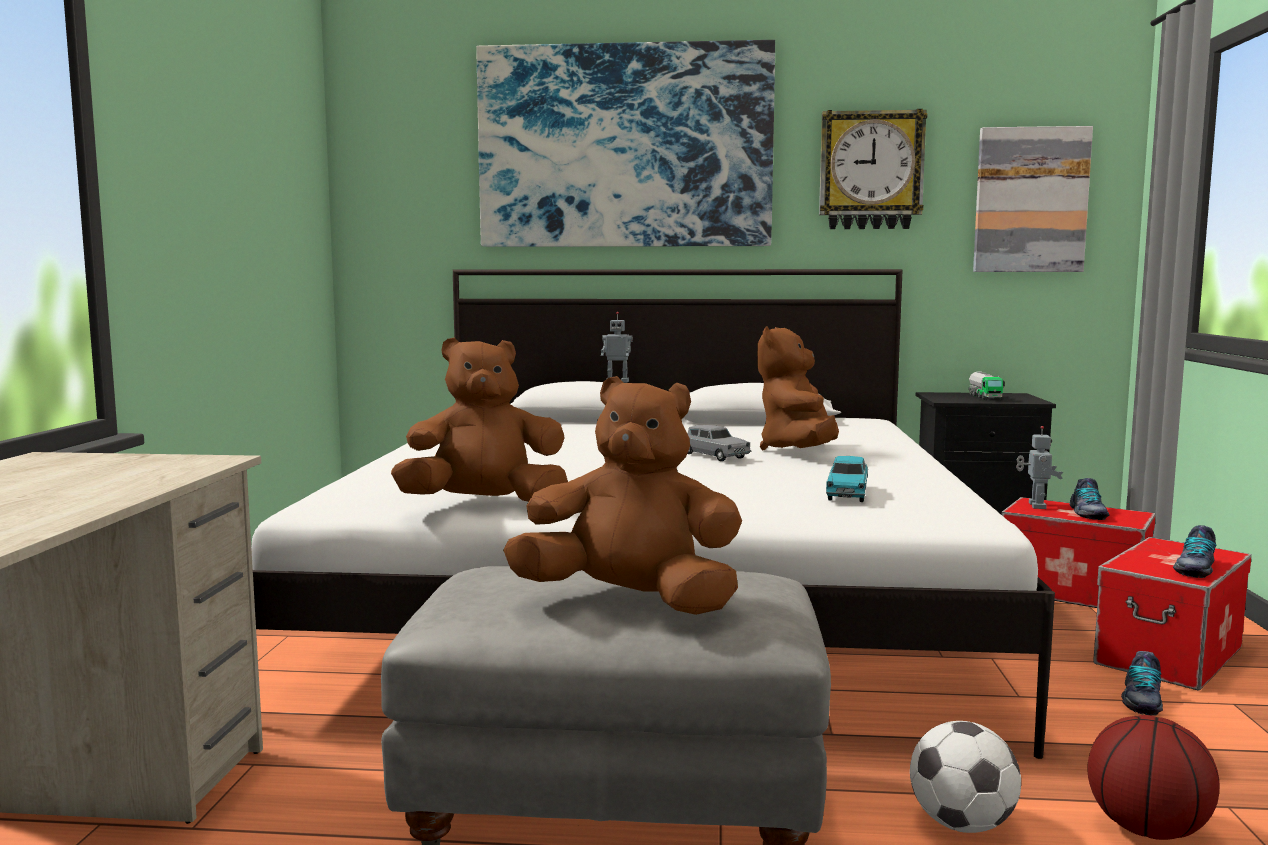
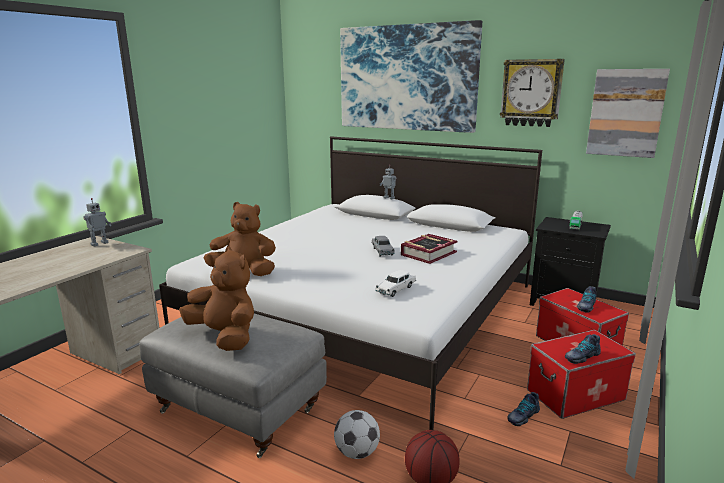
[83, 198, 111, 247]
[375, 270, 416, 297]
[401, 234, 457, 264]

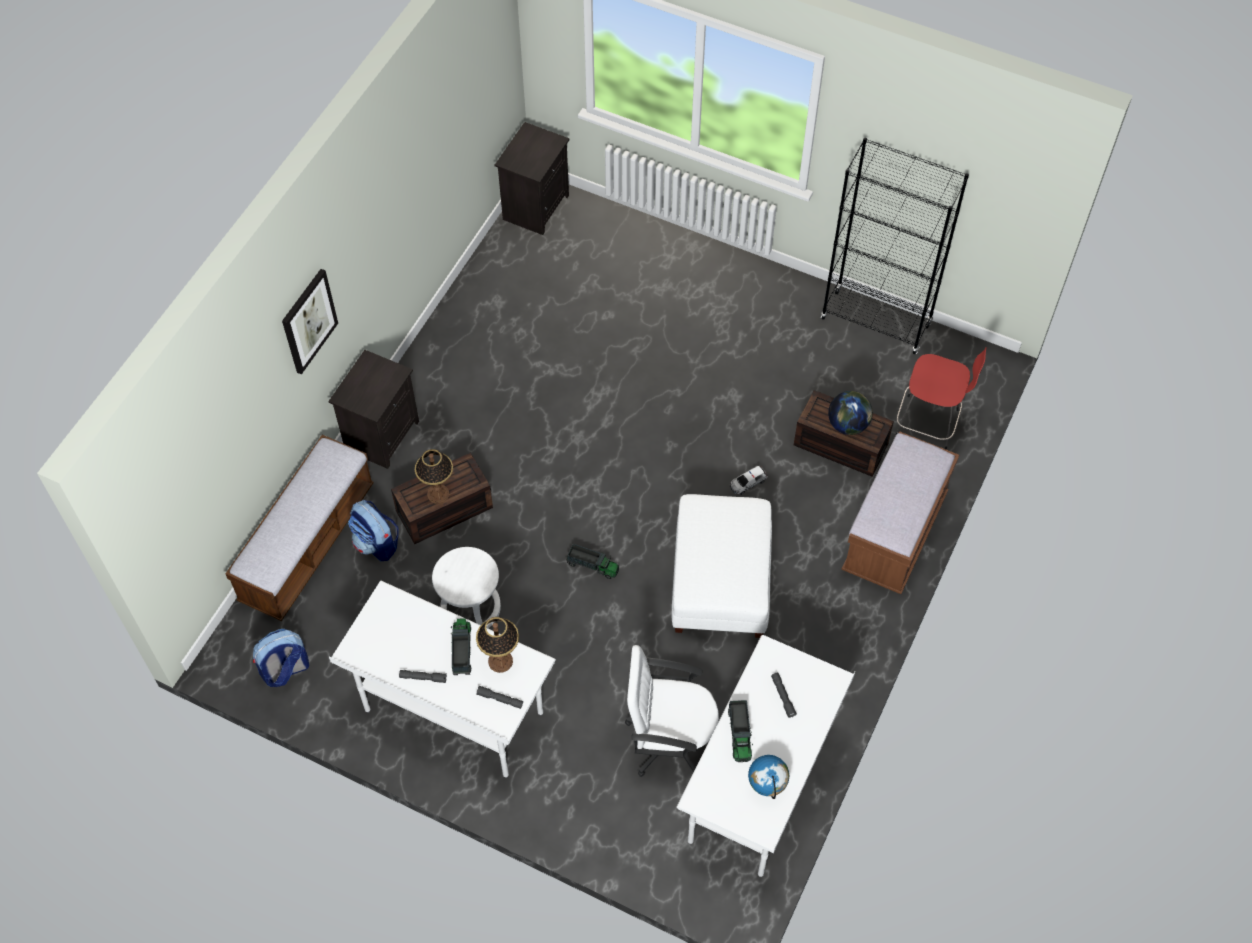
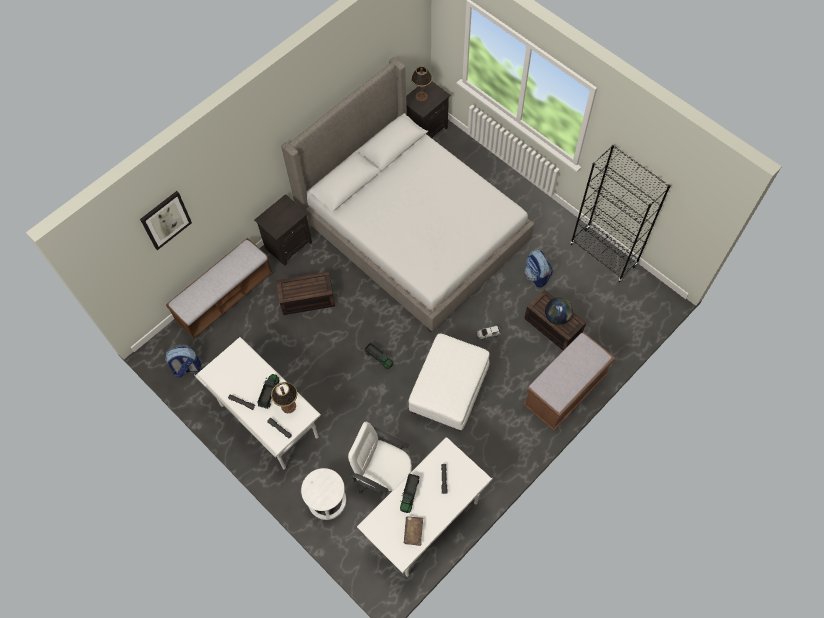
[140, 191, 192, 250]
[281, 57, 534, 332]
[301, 468, 346, 520]
[404, 516, 423, 546]
[411, 66, 432, 102]
[524, 250, 553, 288]
[895, 347, 987, 450] (first image)

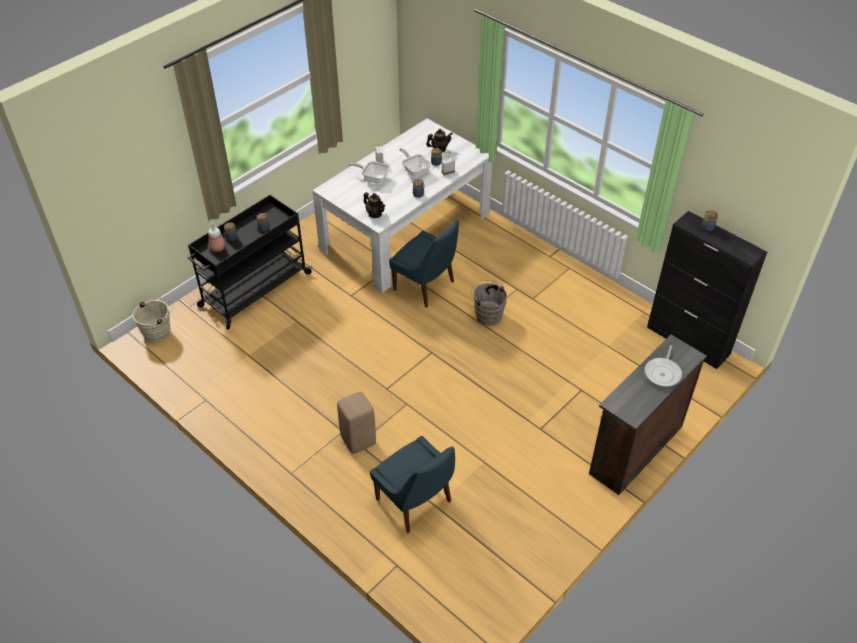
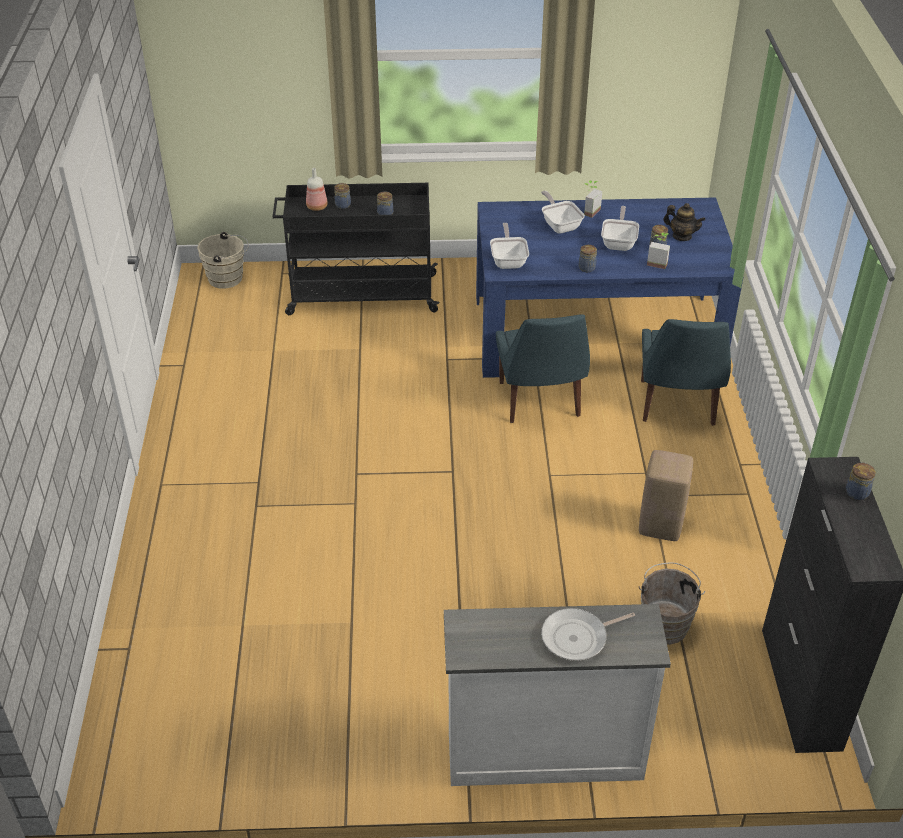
[444, 604, 671, 786]
[476, 197, 744, 378]
[490, 223, 529, 269]
[639, 450, 693, 541]
[639, 562, 705, 645]
[641, 319, 731, 426]

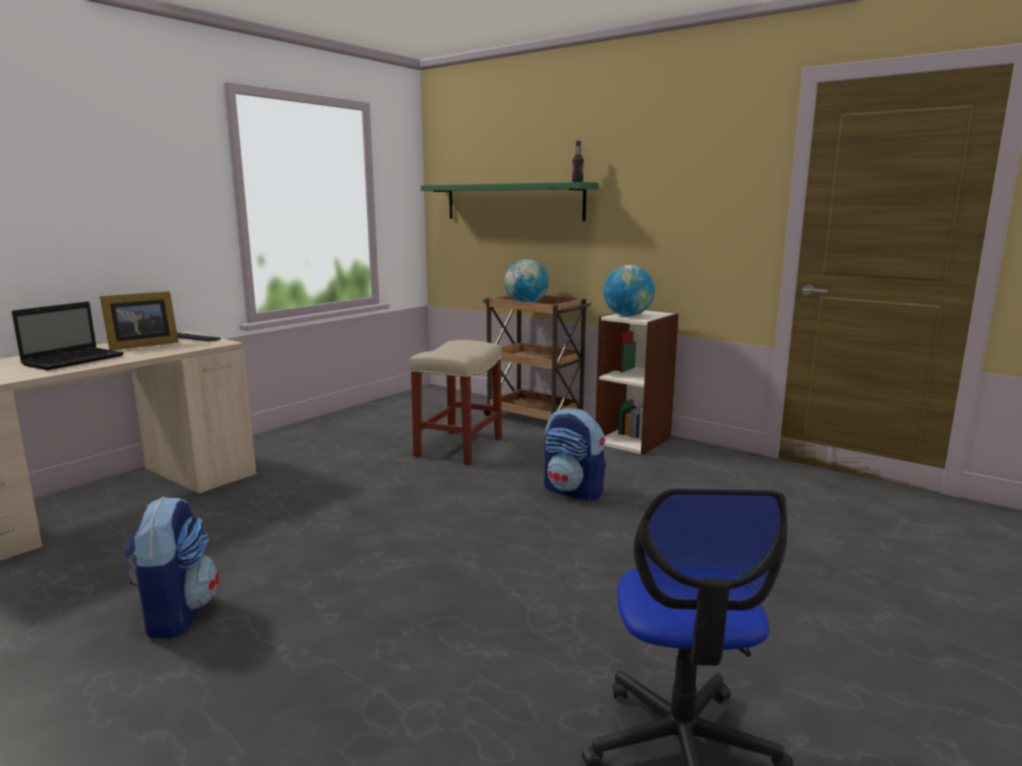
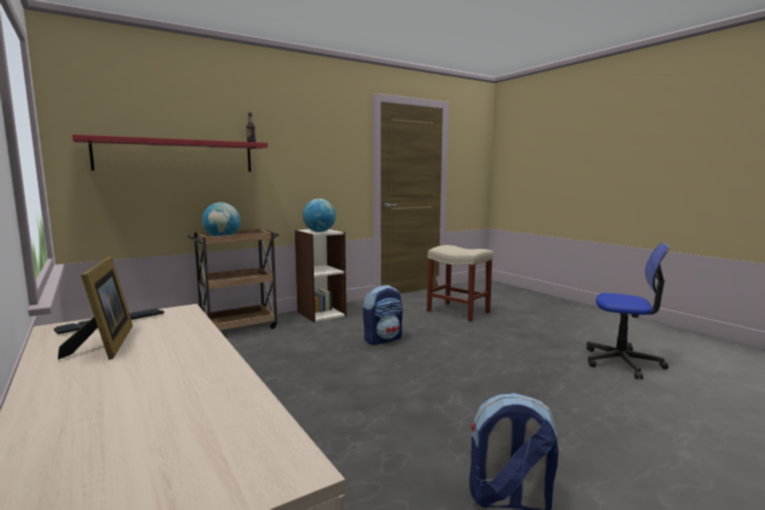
[72, 134, 268, 172]
[427, 245, 493, 322]
[12, 301, 124, 370] (first image)

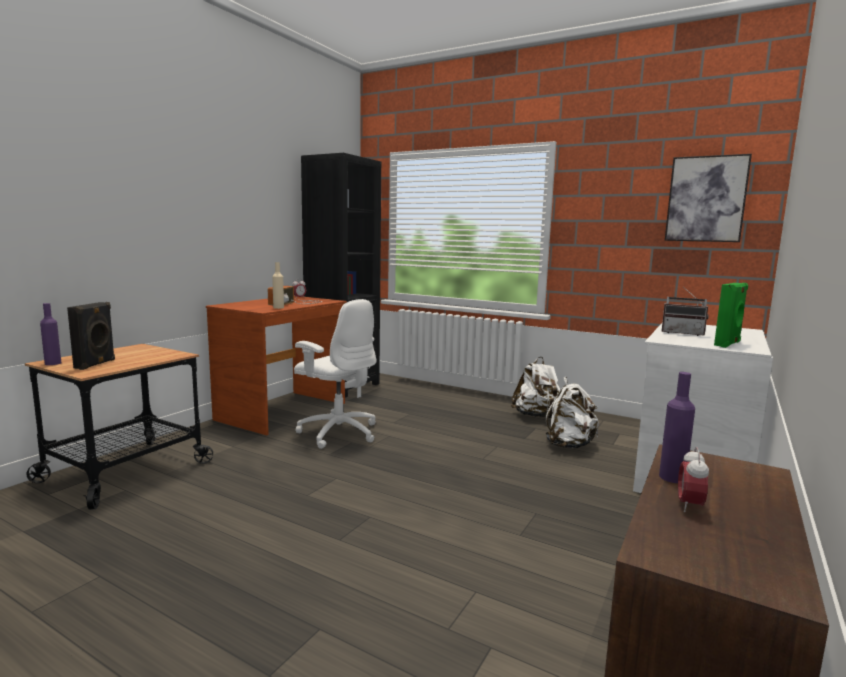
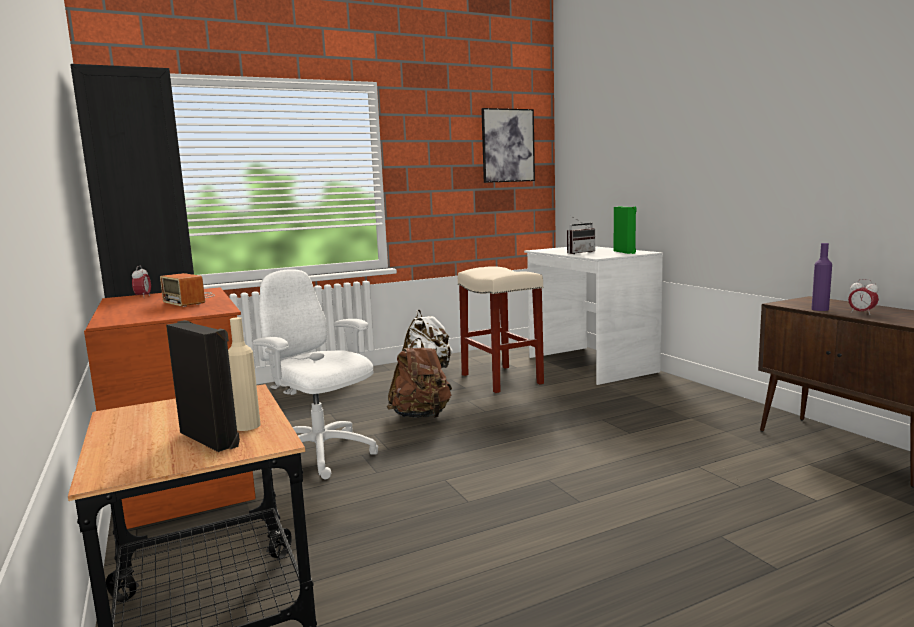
[228, 317, 261, 431]
[253, 269, 378, 479]
[387, 338, 452, 418]
[458, 266, 544, 393]
[40, 303, 61, 365] (first image)

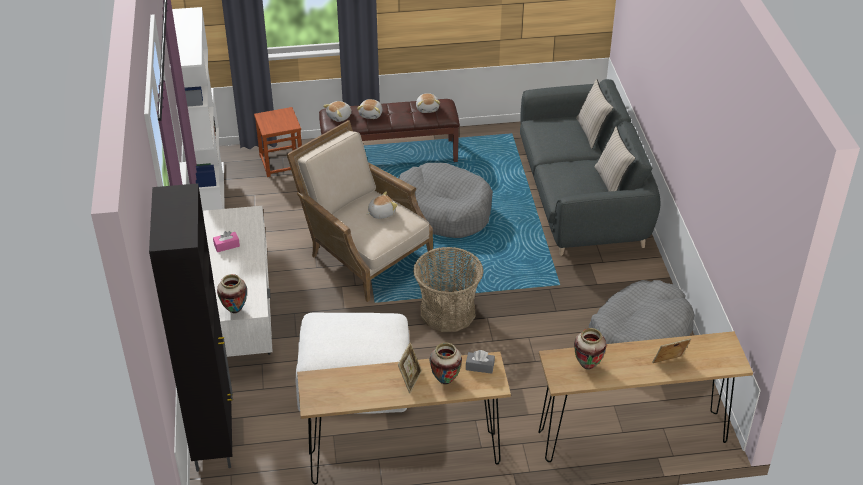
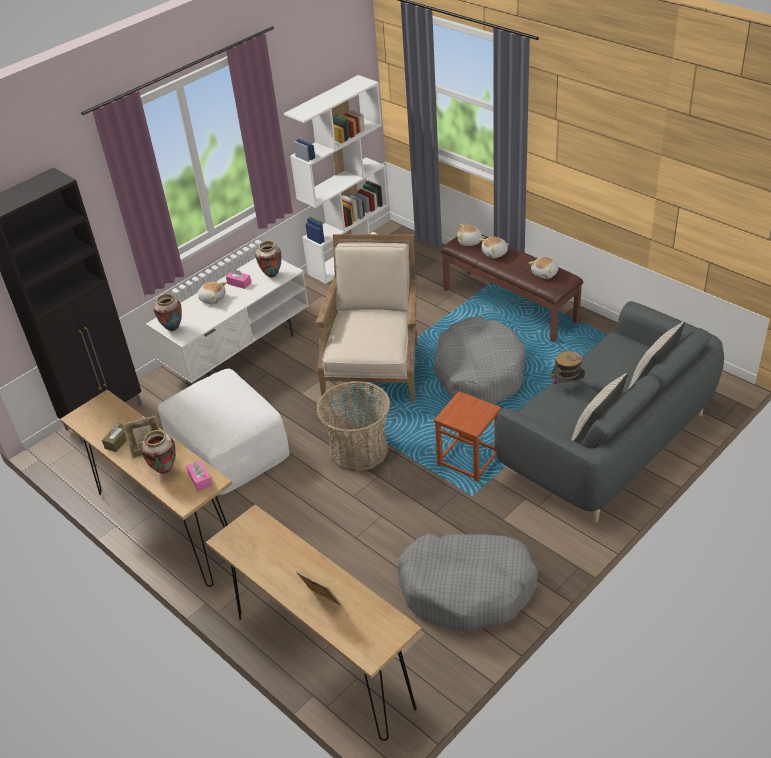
[102, 423, 127, 452]
[186, 460, 212, 492]
[197, 282, 227, 304]
[256, 241, 282, 278]
[434, 391, 501, 482]
[550, 351, 585, 392]

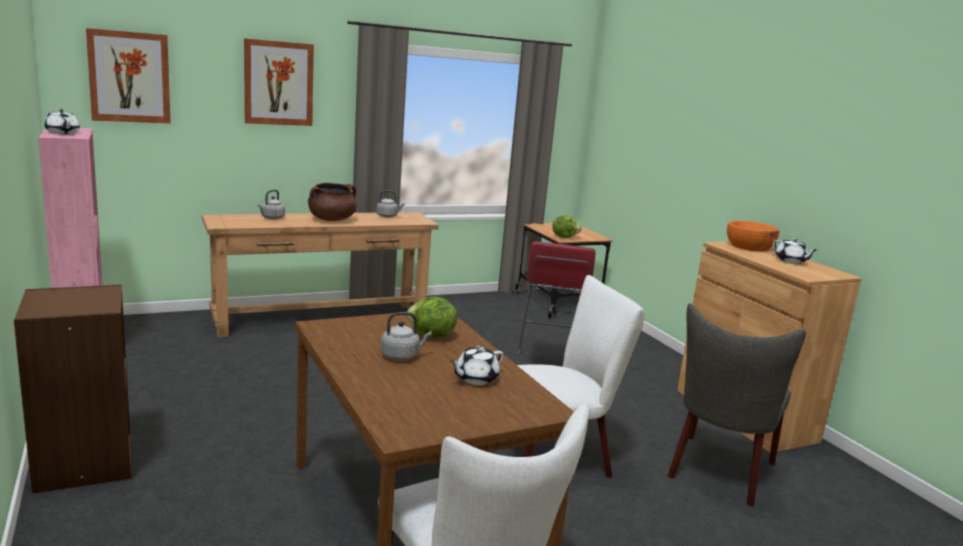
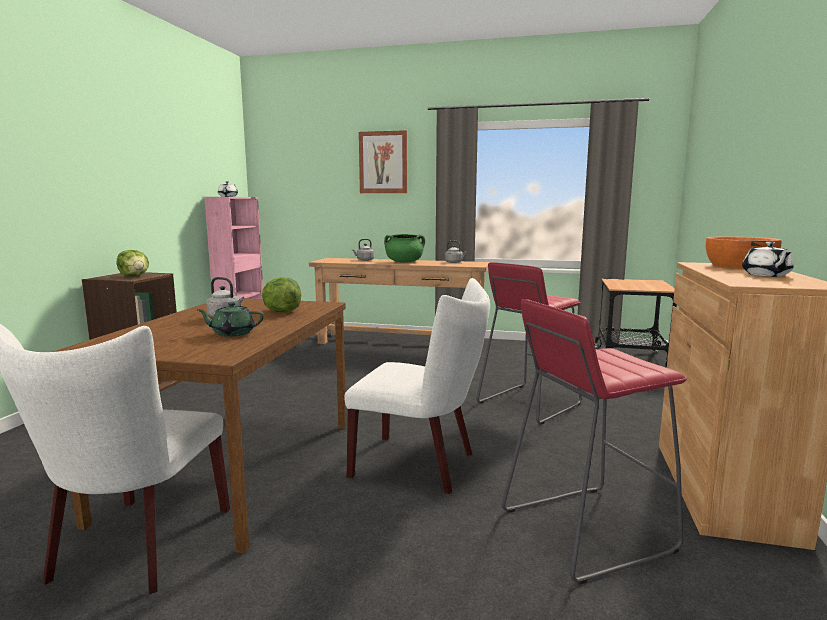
[117, 250, 149, 277]
[196, 302, 264, 337]
[384, 234, 425, 263]
[502, 299, 687, 585]
[86, 28, 171, 124] (first image)

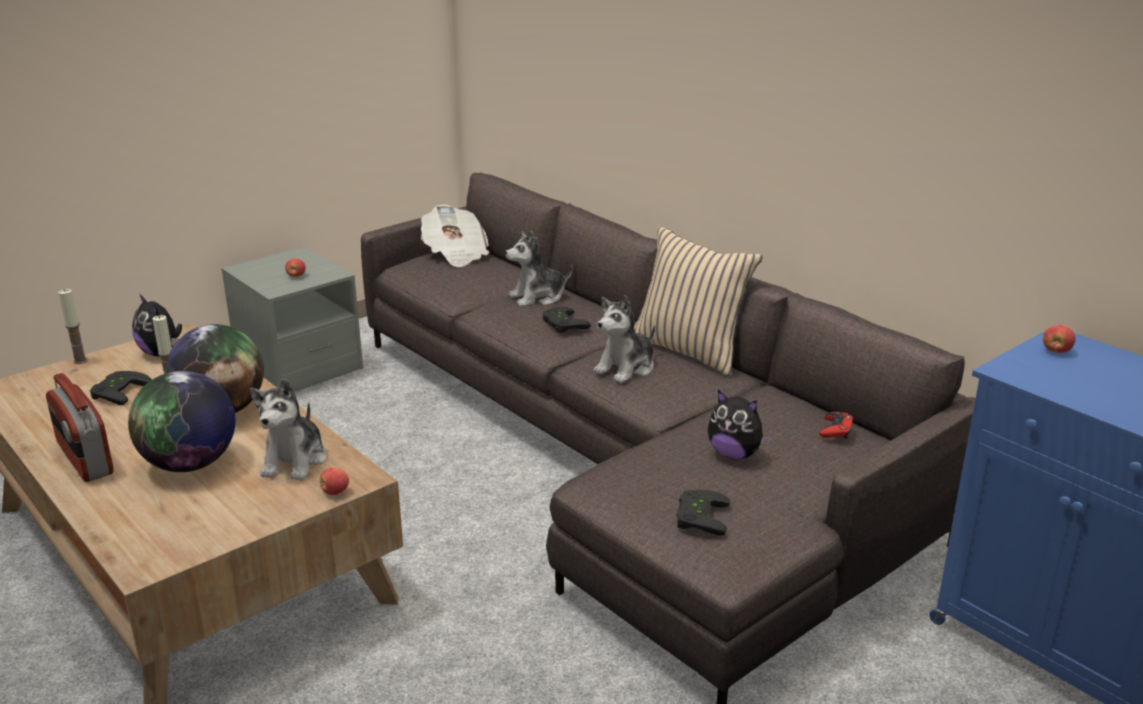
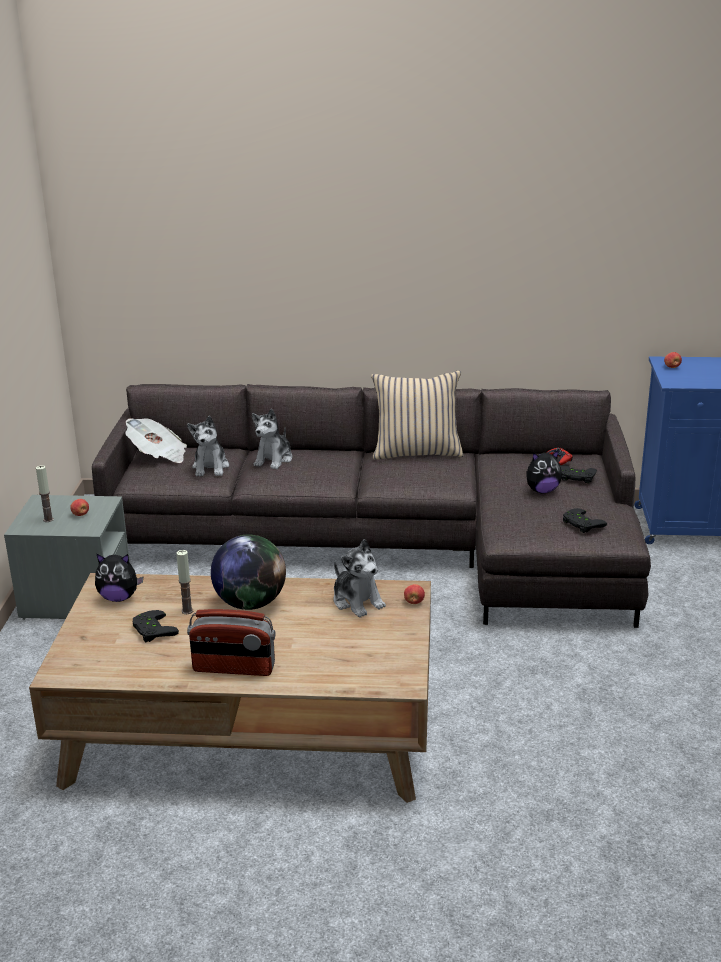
[36, 465, 54, 522]
[187, 416, 229, 476]
[561, 465, 597, 483]
[128, 371, 235, 472] (first image)

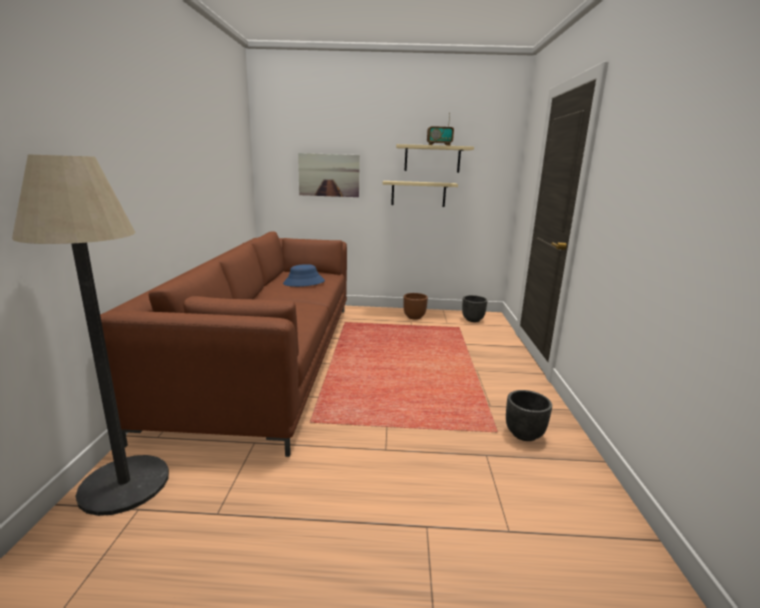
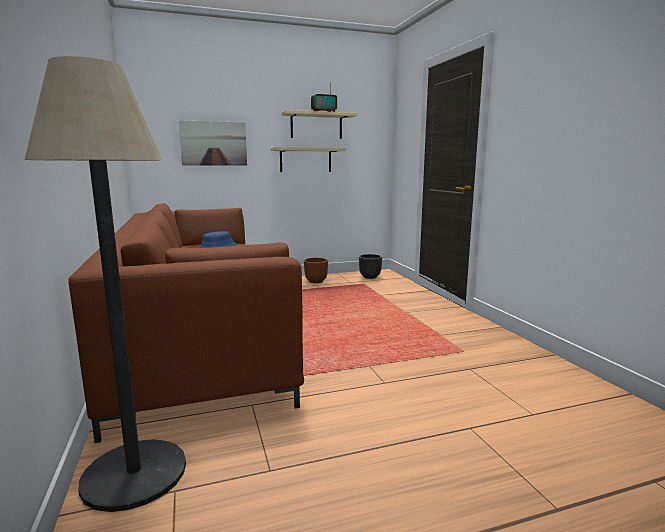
[506, 390, 552, 441] (first image)

